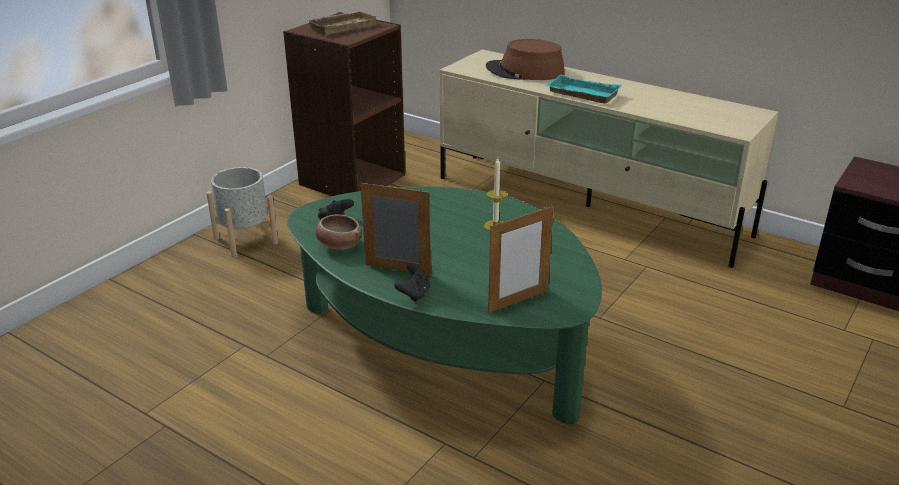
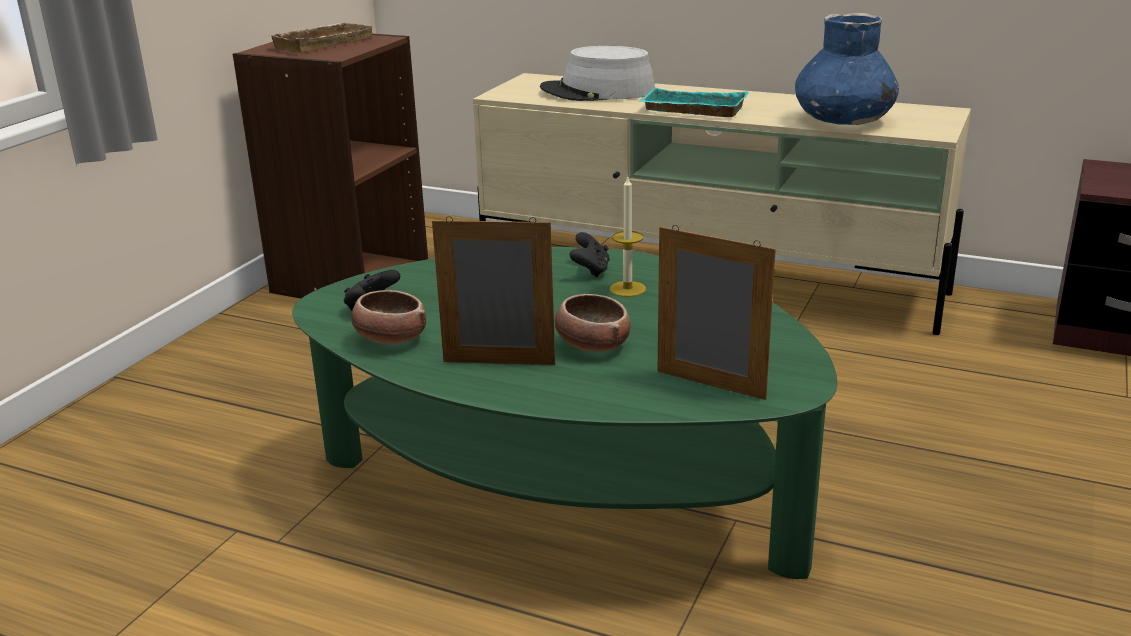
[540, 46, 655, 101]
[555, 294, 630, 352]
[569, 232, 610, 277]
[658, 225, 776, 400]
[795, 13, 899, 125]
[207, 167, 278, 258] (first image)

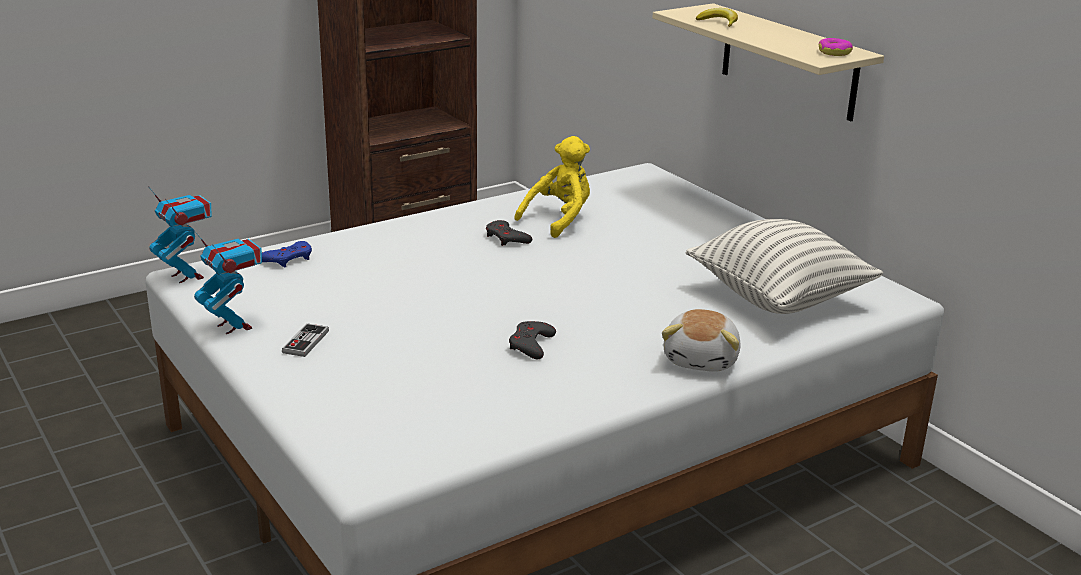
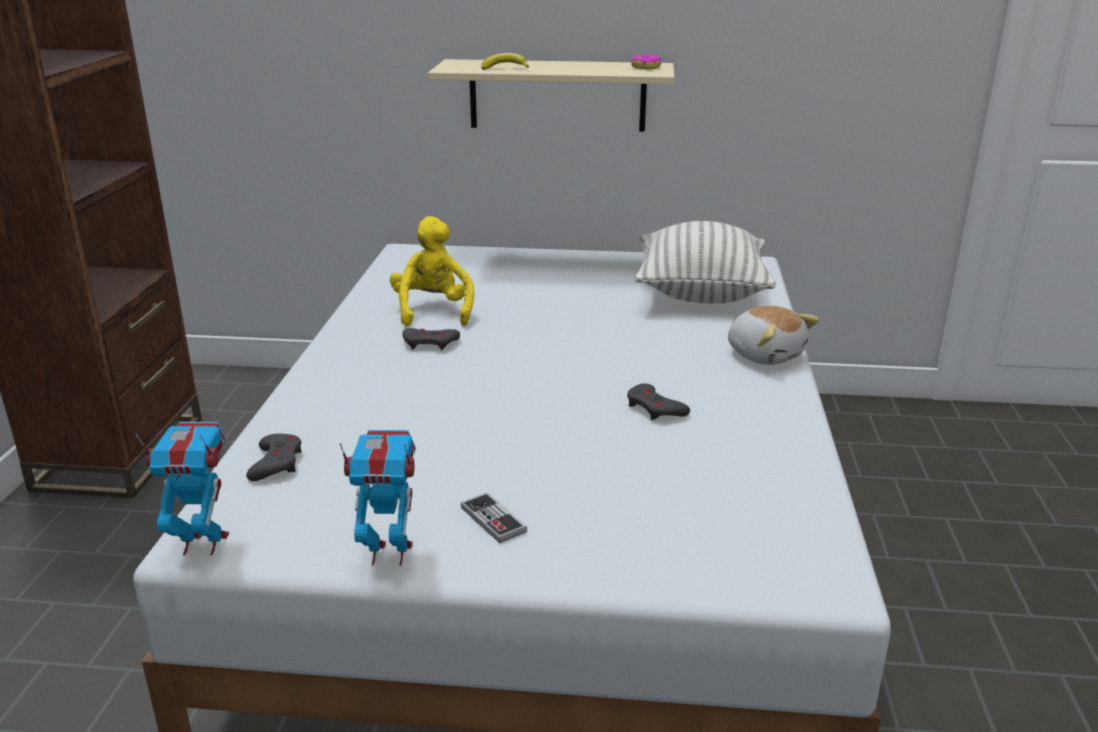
[246, 434, 302, 481]

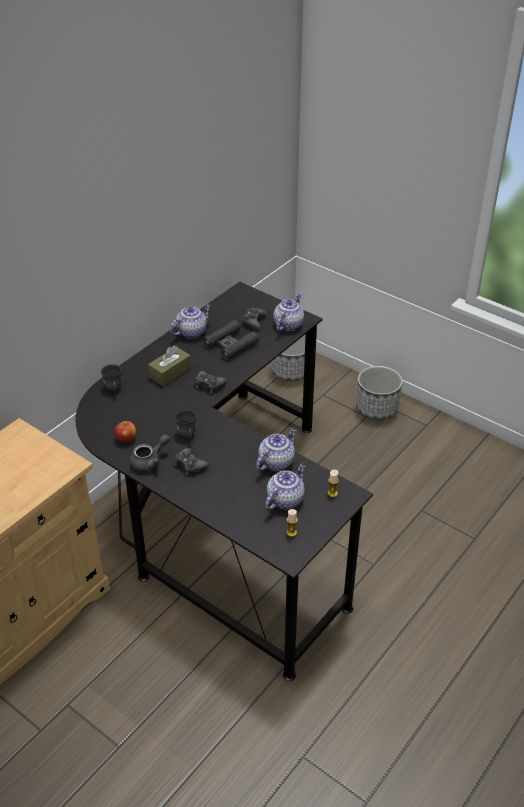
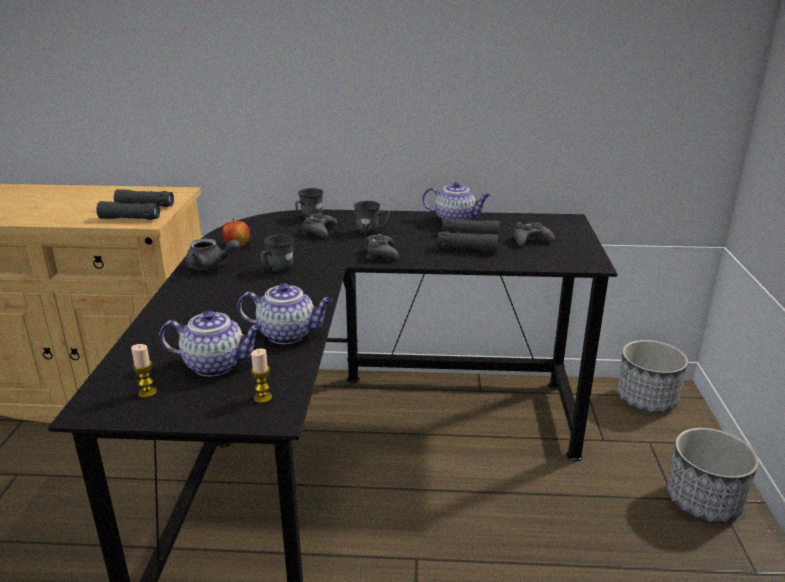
[96, 189, 174, 220]
[302, 213, 337, 237]
[354, 201, 390, 234]
[273, 294, 304, 331] (first image)

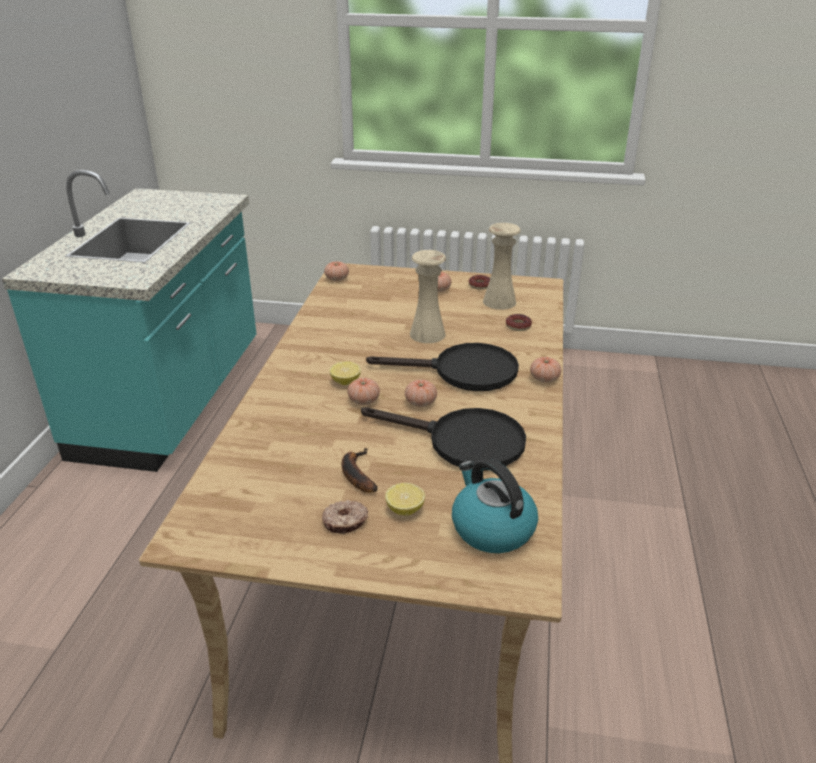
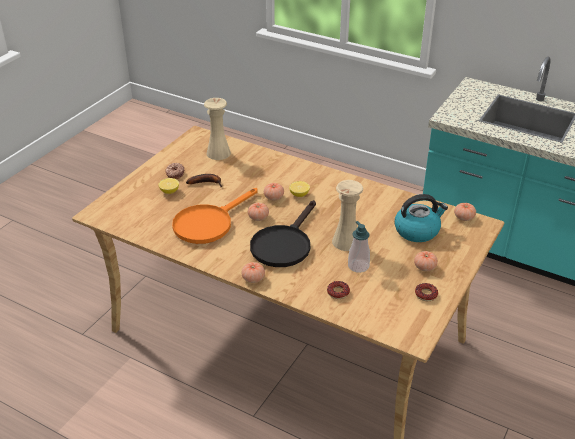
[172, 188, 258, 244]
[204, 98, 231, 160]
[348, 221, 370, 273]
[394, 194, 448, 242]

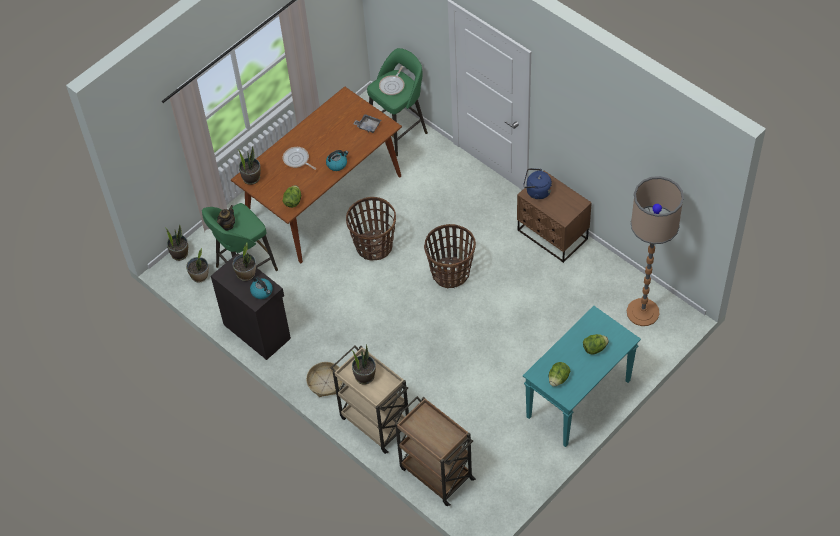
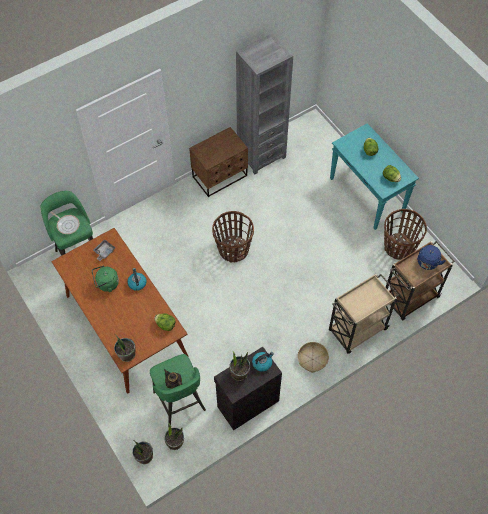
[92, 265, 119, 292]
[236, 33, 293, 174]
[384, 209, 427, 260]
[417, 245, 446, 270]
[283, 147, 316, 170] (first image)
[352, 345, 376, 385] (first image)
[627, 176, 684, 326] (first image)

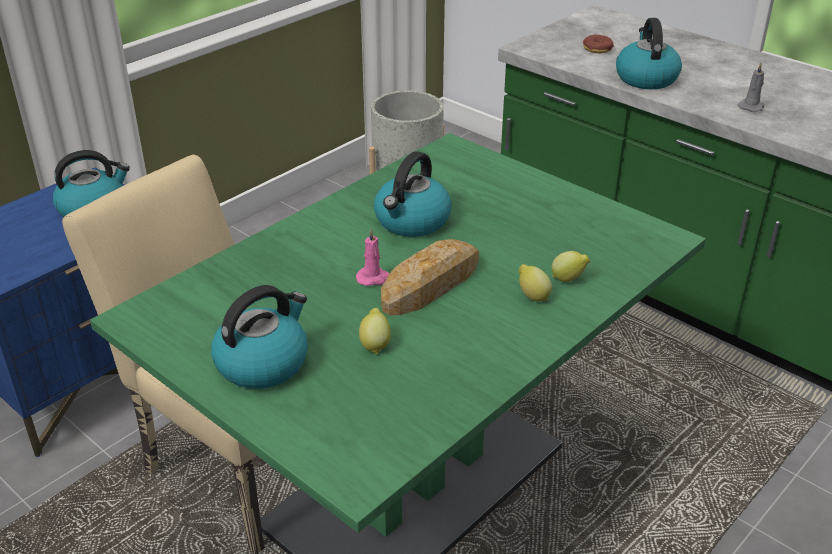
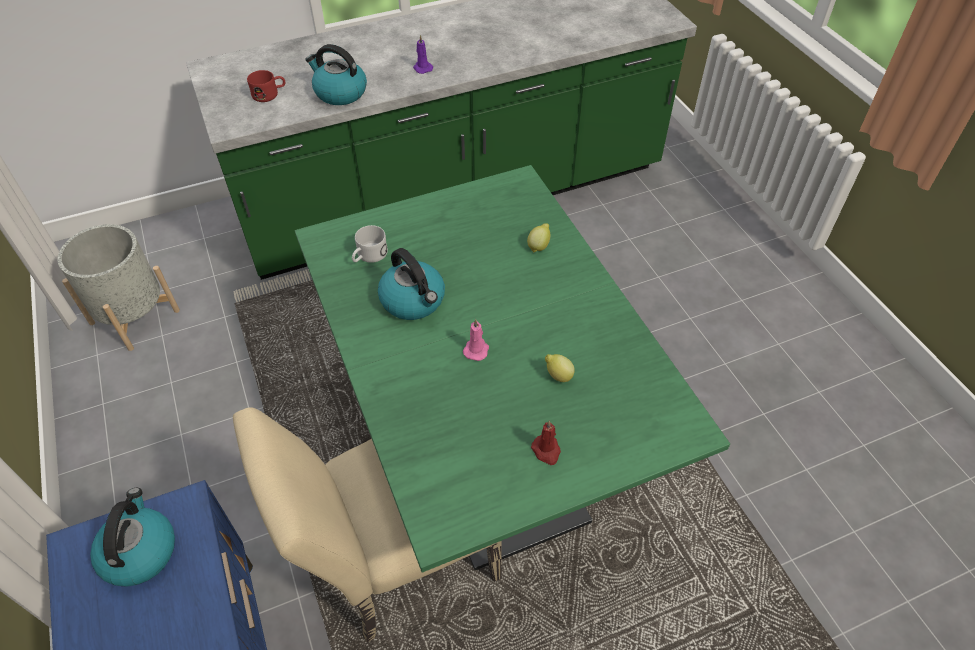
[247, 70, 285, 102]
[352, 225, 388, 263]
[413, 35, 433, 74]
[531, 420, 561, 465]
[381, 239, 479, 315] (first image)
[518, 264, 552, 302] (first image)

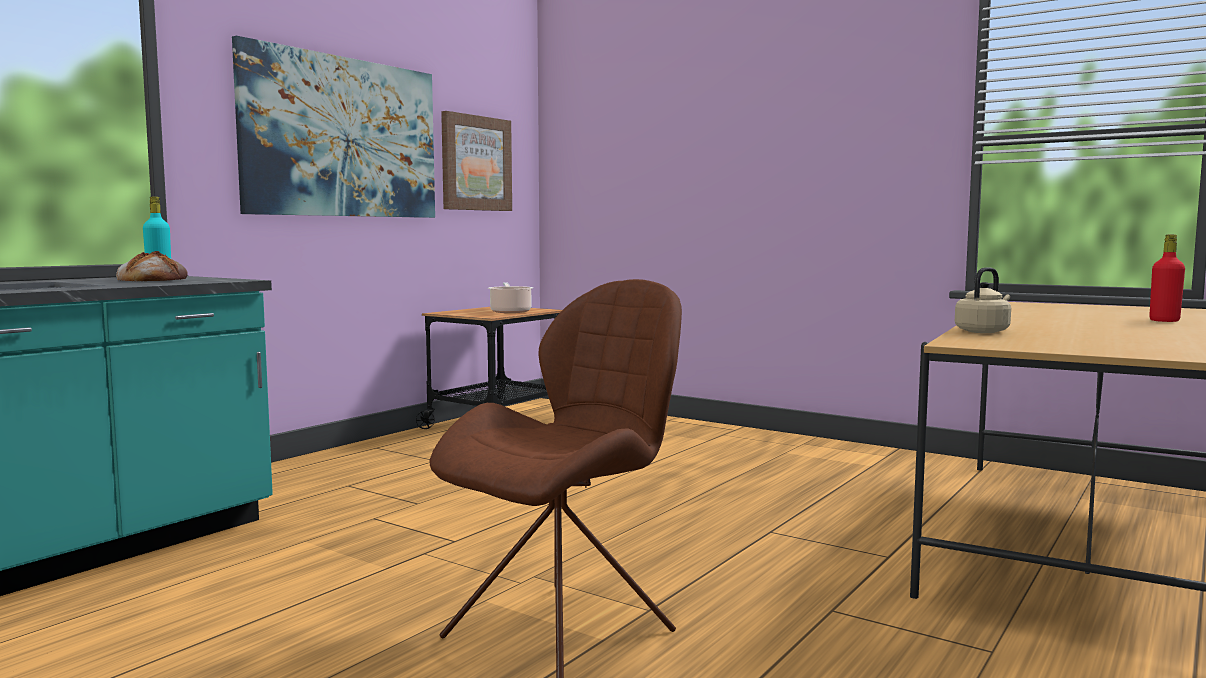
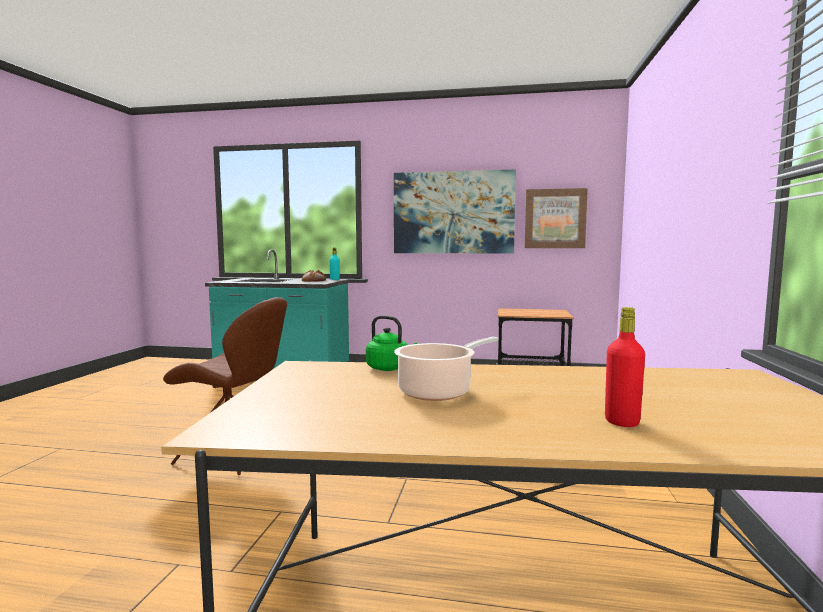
[366, 316, 417, 371]
[394, 337, 499, 401]

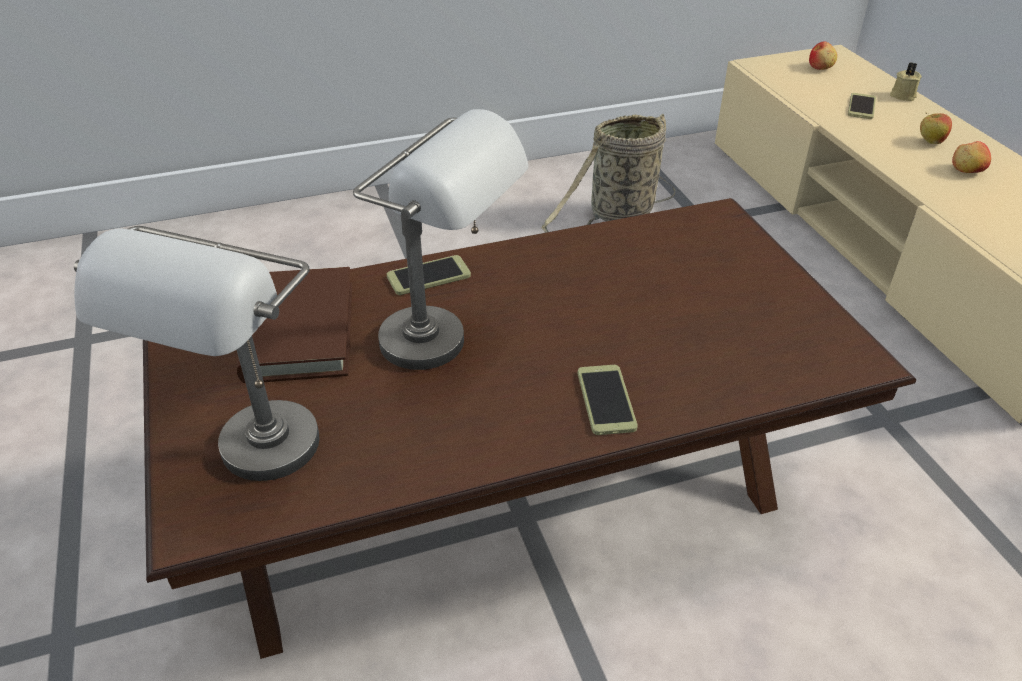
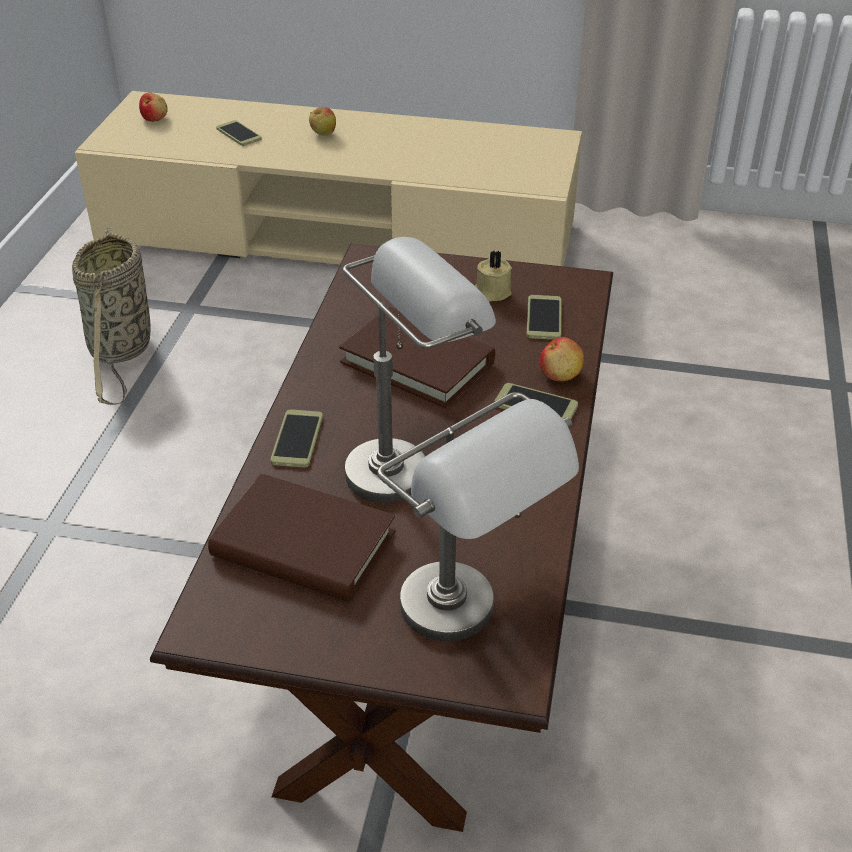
[339, 307, 495, 408]
[475, 251, 512, 301]
[526, 295, 562, 340]
[540, 337, 584, 381]

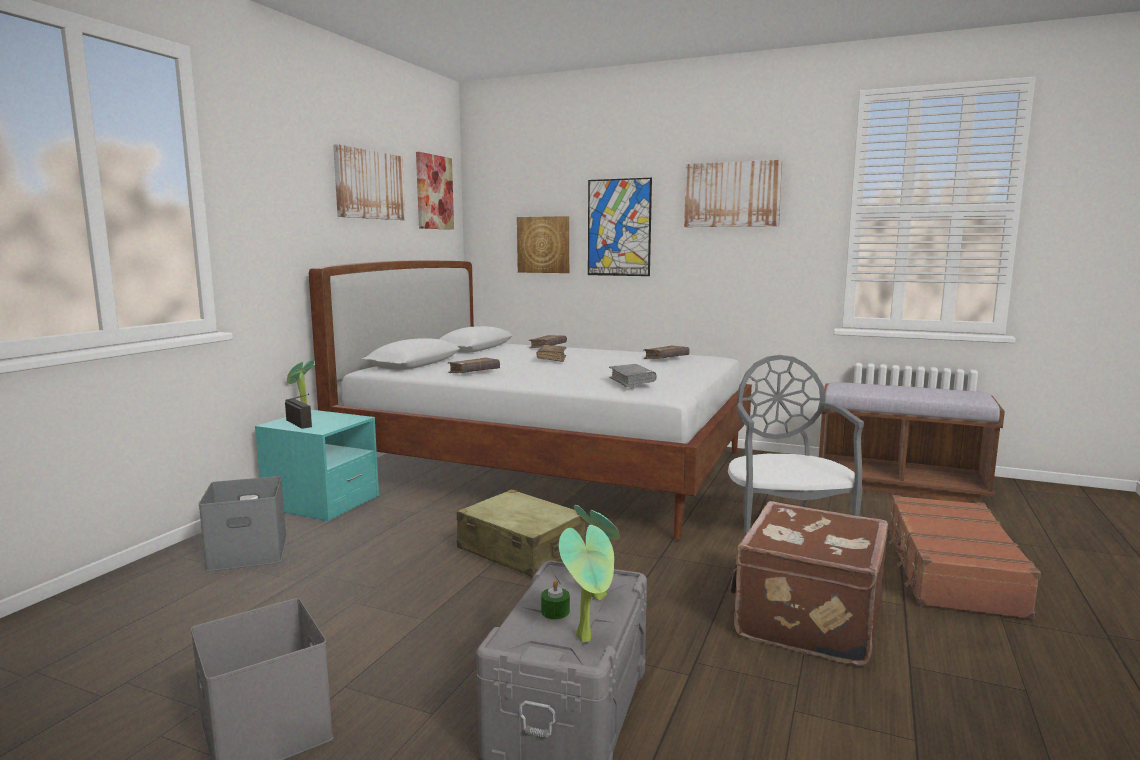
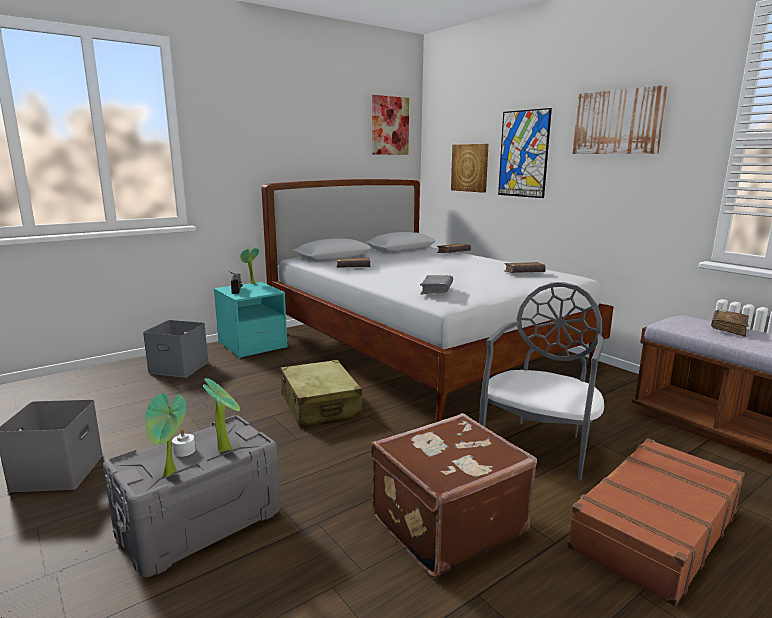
[172, 429, 195, 457]
[711, 310, 749, 337]
[333, 144, 405, 220] (first image)

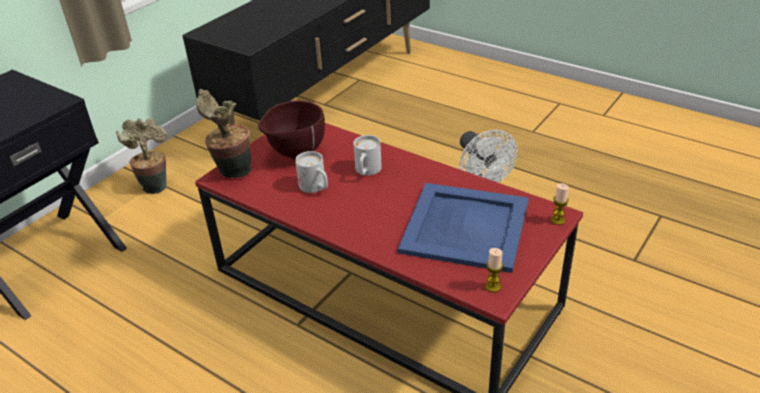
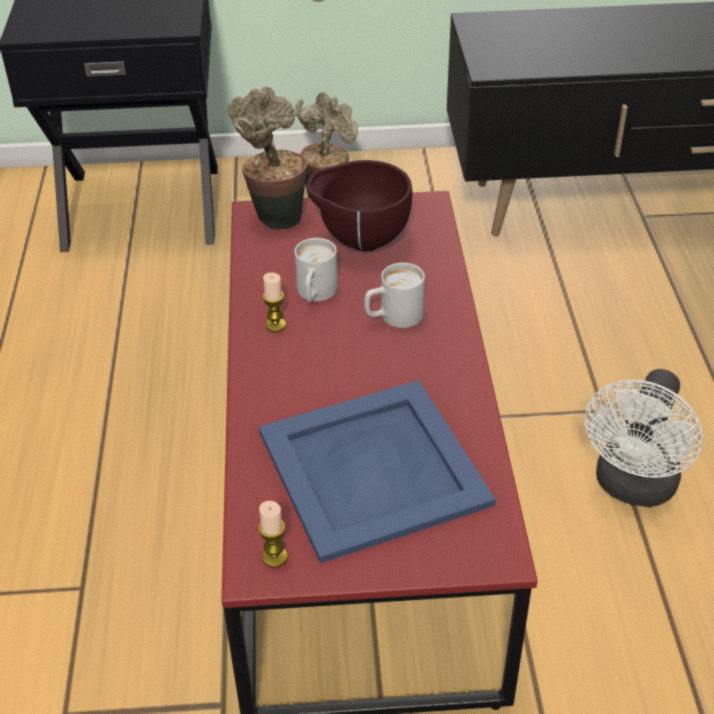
[263, 272, 286, 332]

